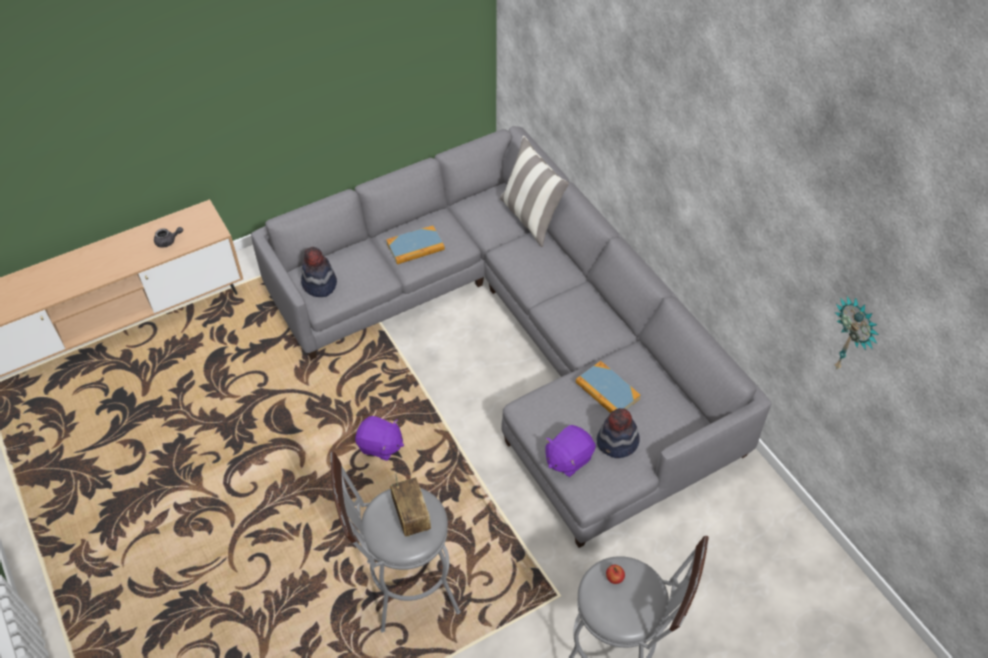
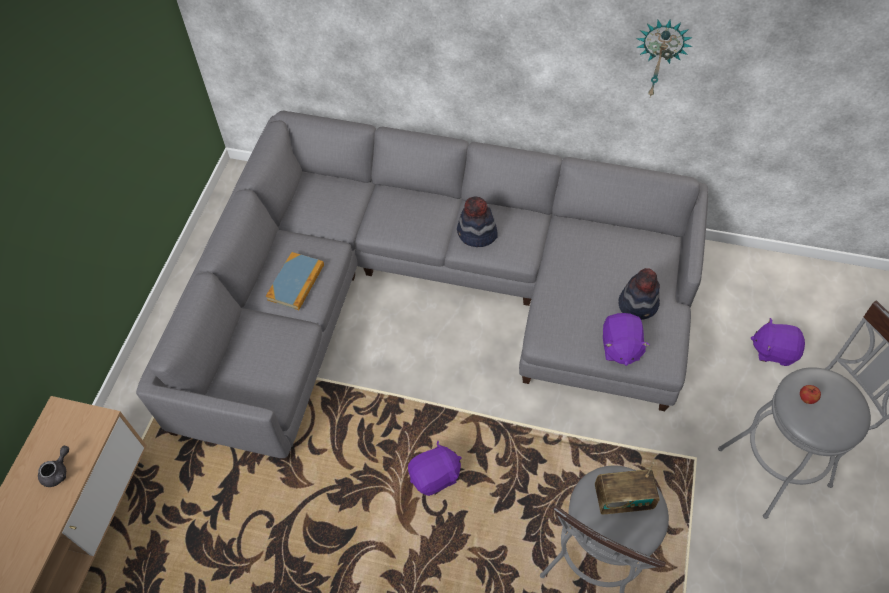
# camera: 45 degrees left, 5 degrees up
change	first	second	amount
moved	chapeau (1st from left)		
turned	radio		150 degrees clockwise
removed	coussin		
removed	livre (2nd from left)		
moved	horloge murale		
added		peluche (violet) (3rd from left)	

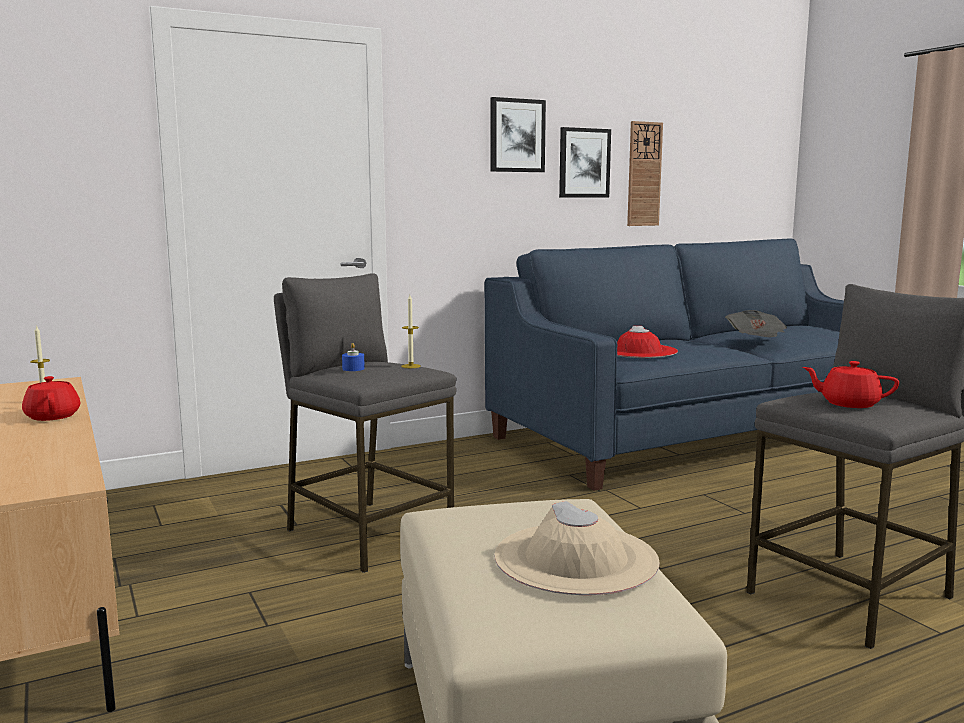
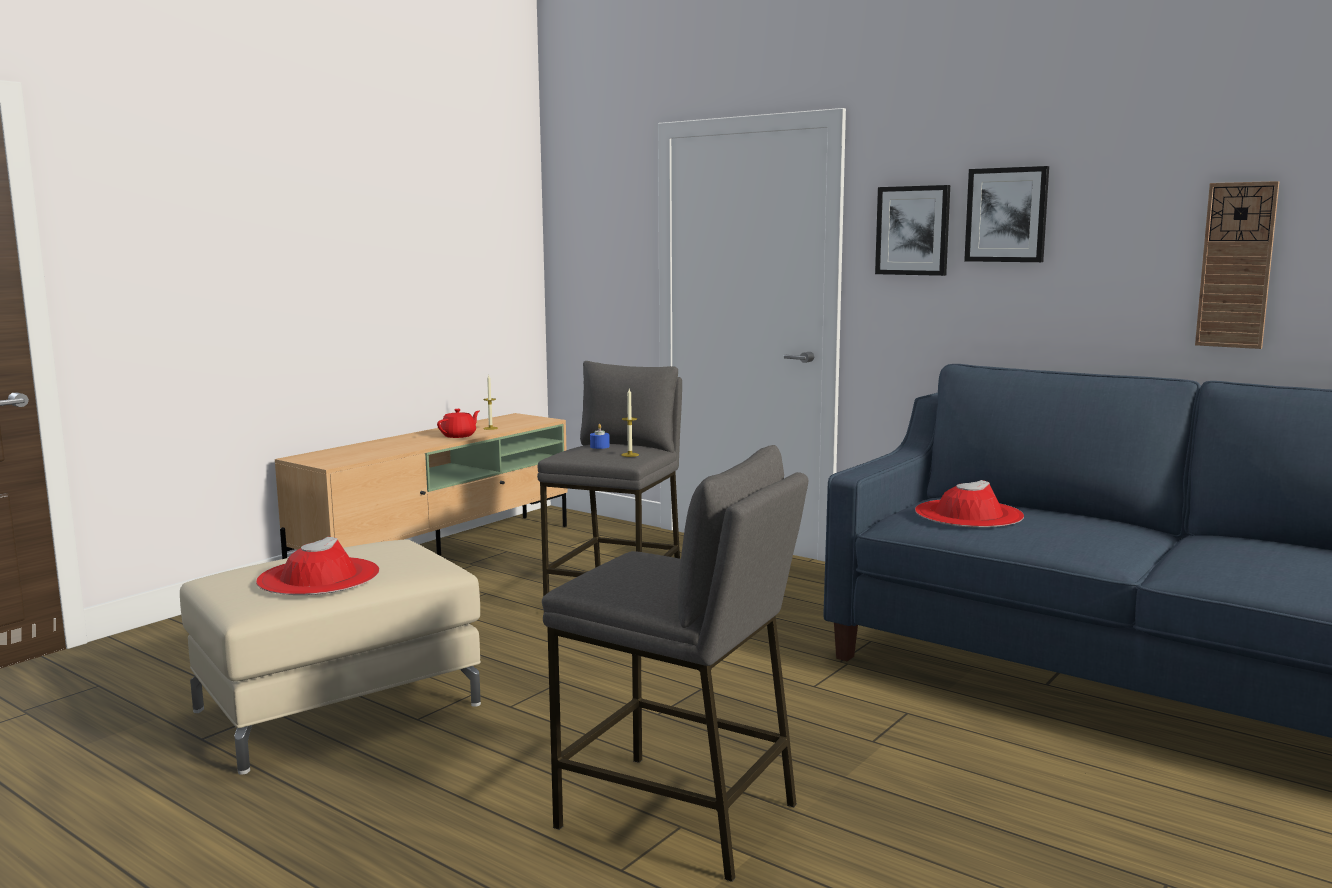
# camera: 65 degrees right, 0 degrees up
change	first	second	amount
recoloured	chapeau (beige)	chapeau (rouge) (1st from left)	
moved	tableau (2nd from left in the first image)	tableau (1st from left)	
removed	journal		
removed	théière (rouge) (2nd from left)		

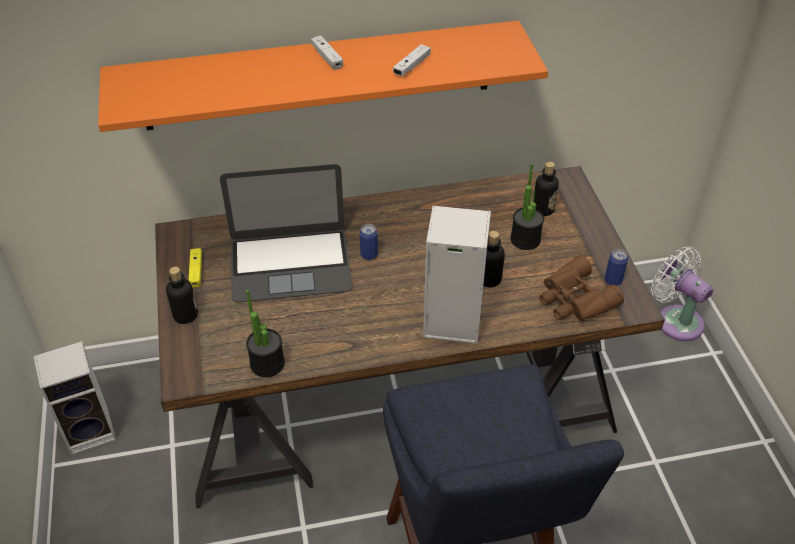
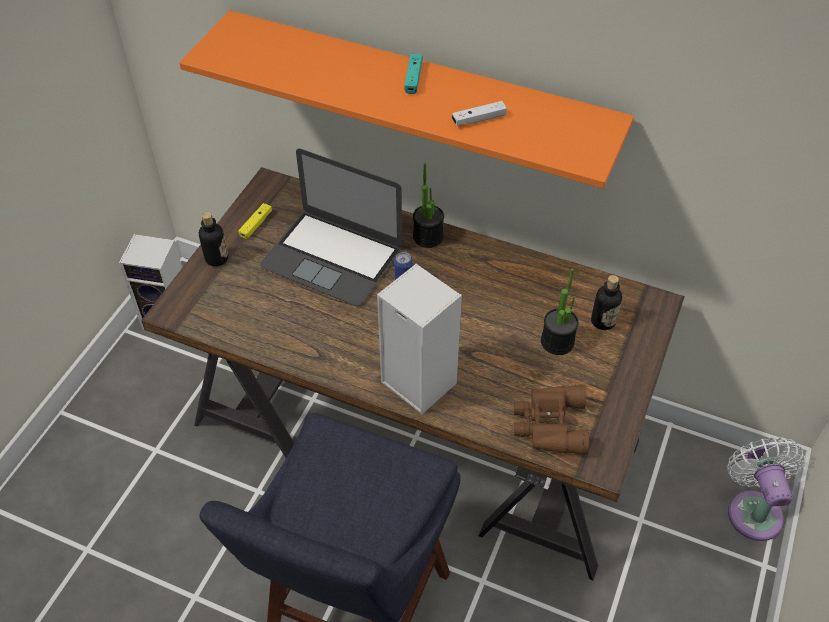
# camera: 35 degrees right, 5 degrees up
change	first	second	amount
moved	plante en pot (1st from left)		
recoloured	manette (blanc) (1st from left)	manette (turquoise)	
removed	bouteille (2nd from left)		
removed	boîte métallique (2nd from left)		

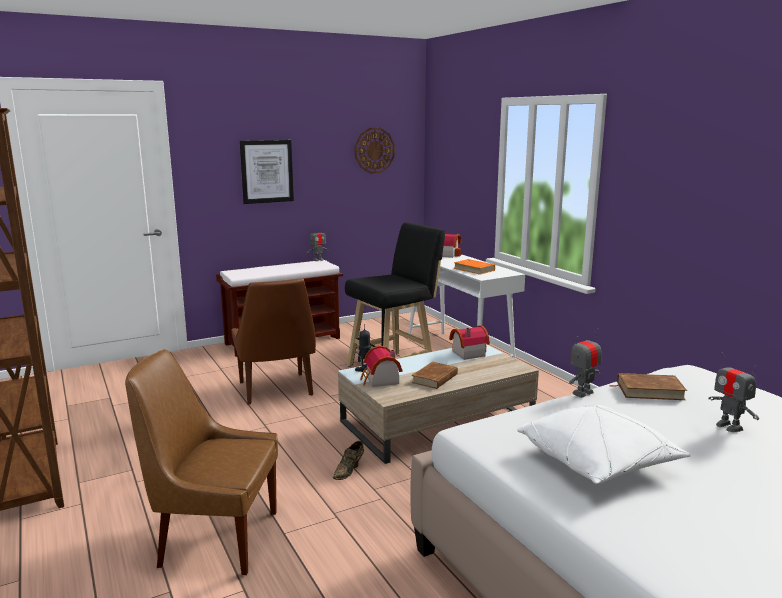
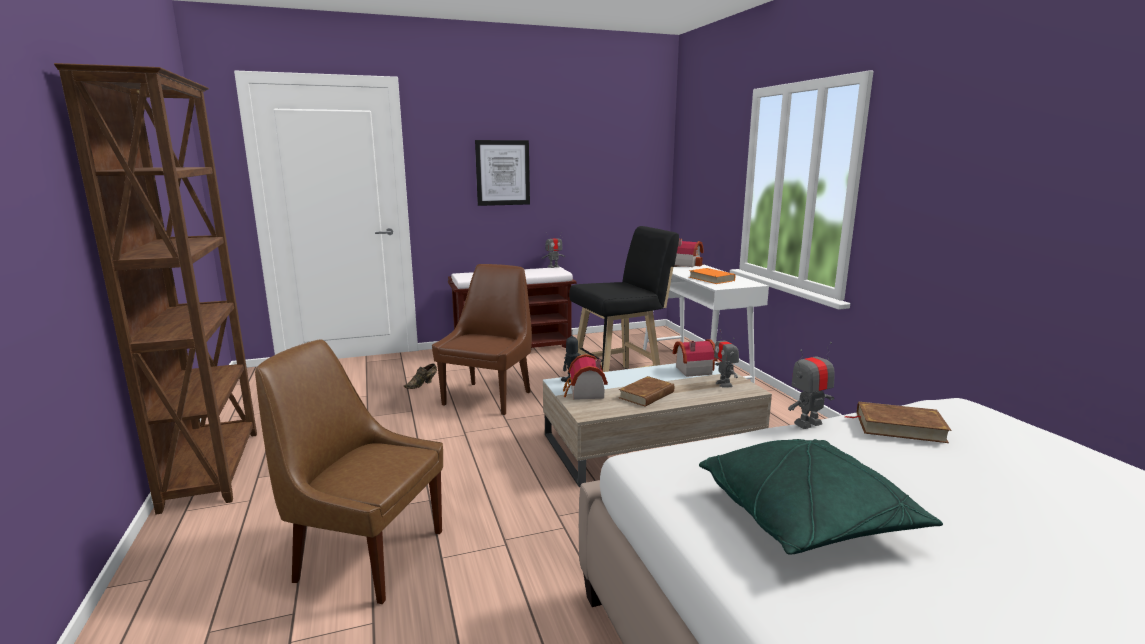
# camera: 10 degrees right, 0 degrees up
change	first	second	amount
turned	chaise (marron) (2nd from left)		150 degrees counterclockwise
moved	chaussure (marron)		
removed	horloge murale		
recoloured	coussin (blanc)	coussin (vert)	
moved	robot jouet (4th from left in the first image)	robot jouet (3rd from left)	

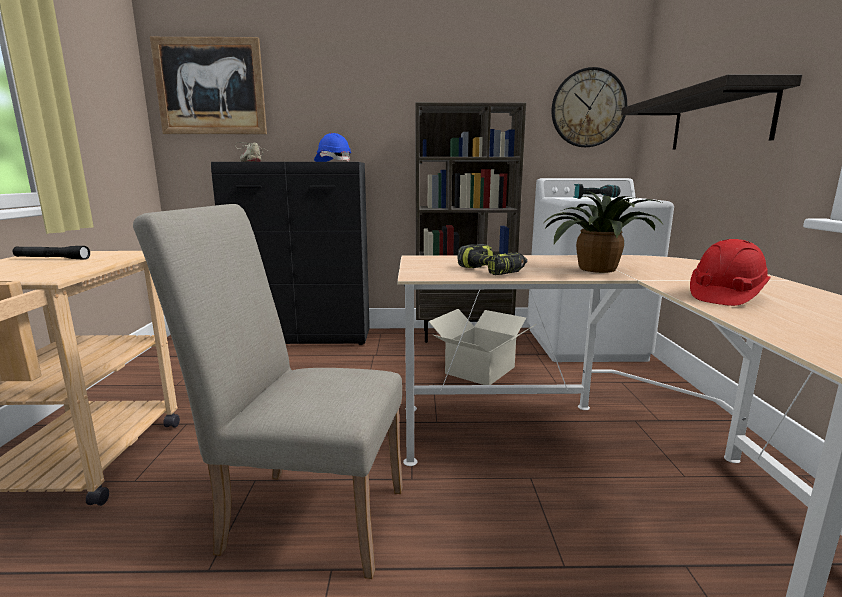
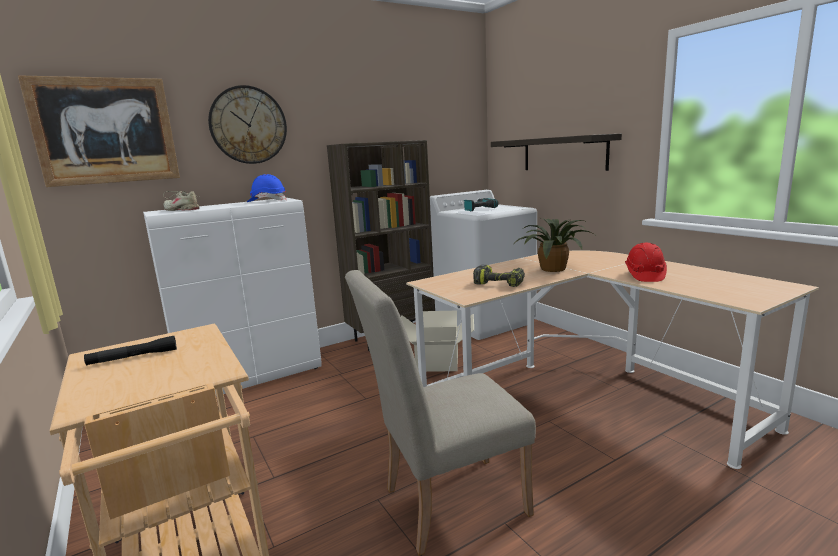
# camera: 30 degrees left, 0 degrees up
change	first	second	amount
recoloured	meuble de rangement (noir)	meuble de rangement (blanc)	
moved	horloge murale		

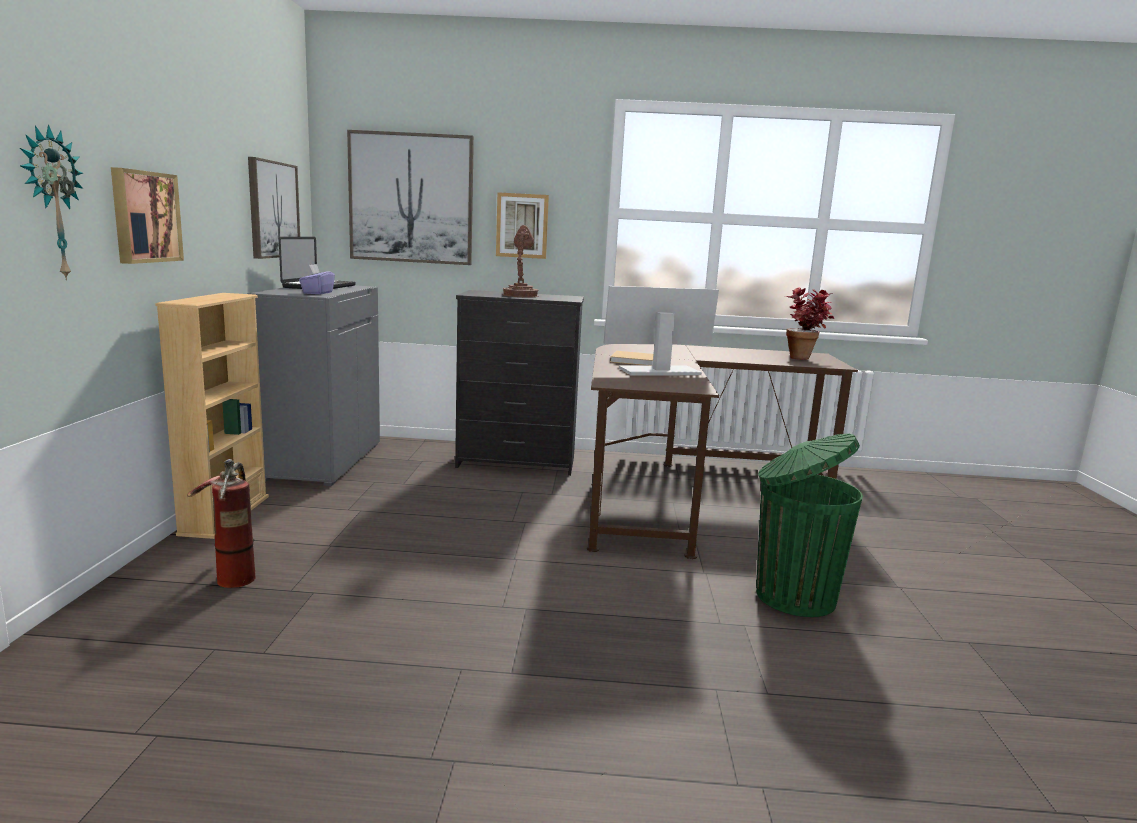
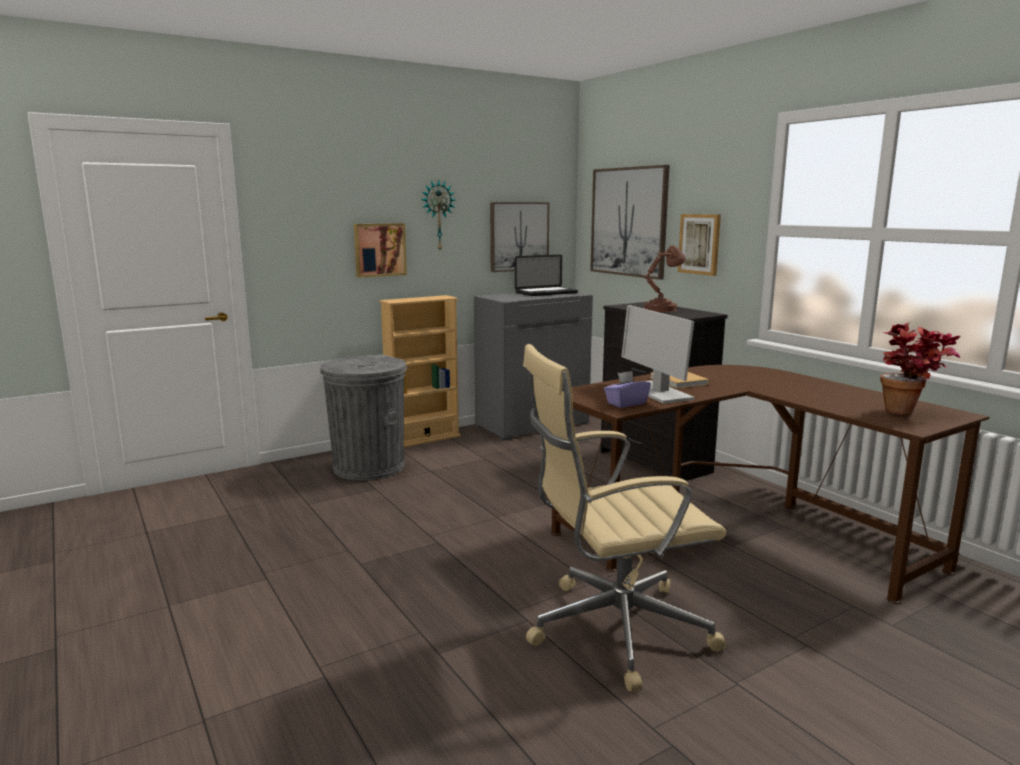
# camera: 55 degrees right, 0 degrees up
change	first	second	amount
moved	horloge murale		
replaced	extincteur	poubelle (gris)	
moved	boîte à mouchoirs (violet)		
turned	écran d'ordinateur		150 degrees counterclockwise
replaced	poubelle (vert)	chaise de bureau (beige)	

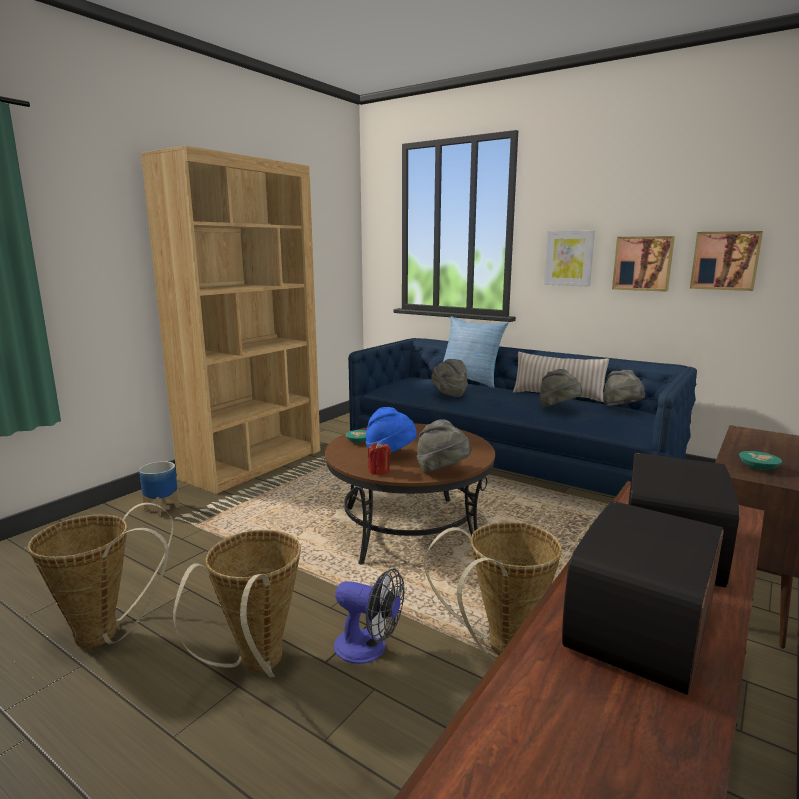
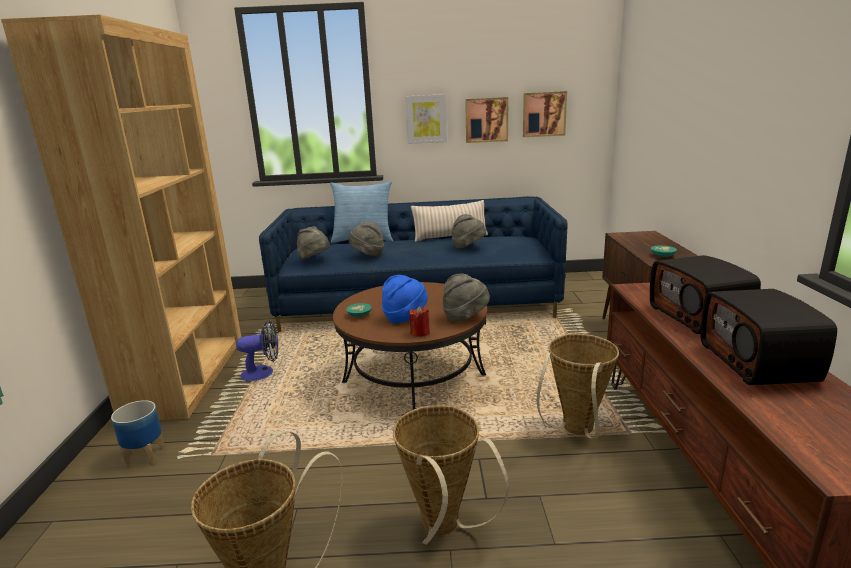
# camera: 35 degrees left, 5 degrees up
change	first	second	amount
moved	ventilateur		
moved	chapeau (gris) (4th from left in the first image)	chapeau (gris) (1st from left)	

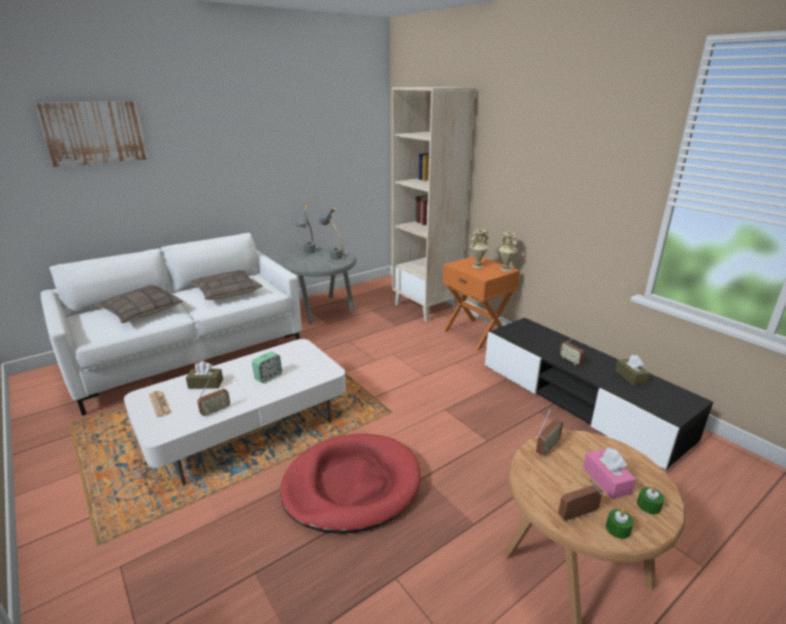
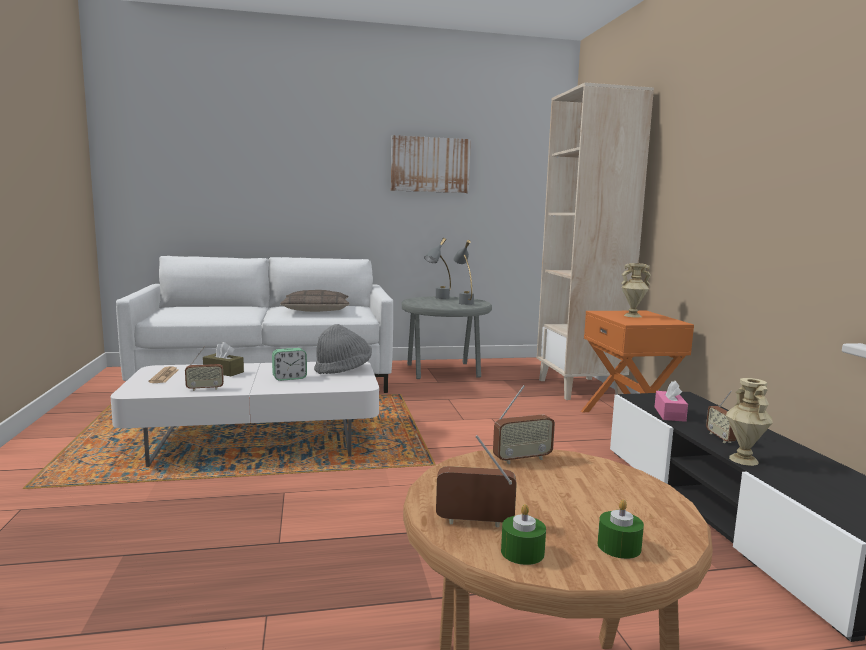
# camera: 25 degrees right, 15 degrees down
change	first	second	amount
moved	tableau		
removed	coussin (1st from left)		
removed	panier pour chien (rouge)		
moved	vase (beige) (2nd from left)		
moved	boîte à mouchoirs (rose)		
removed	boîte à mouchoirs (marron) (2nd from left)		
added		chapeau (gris)	

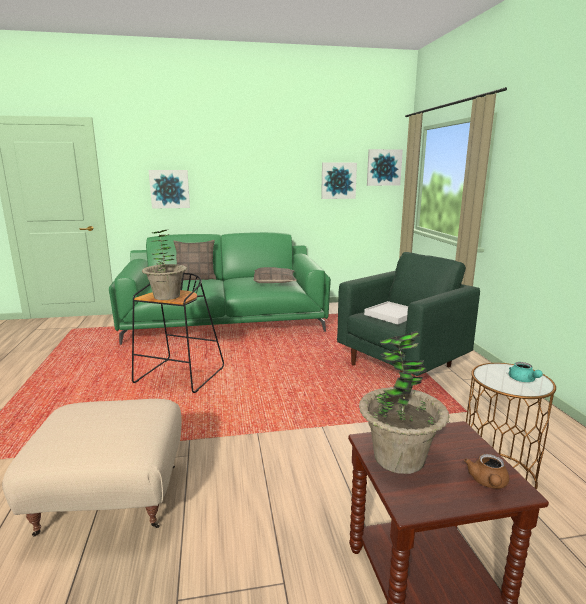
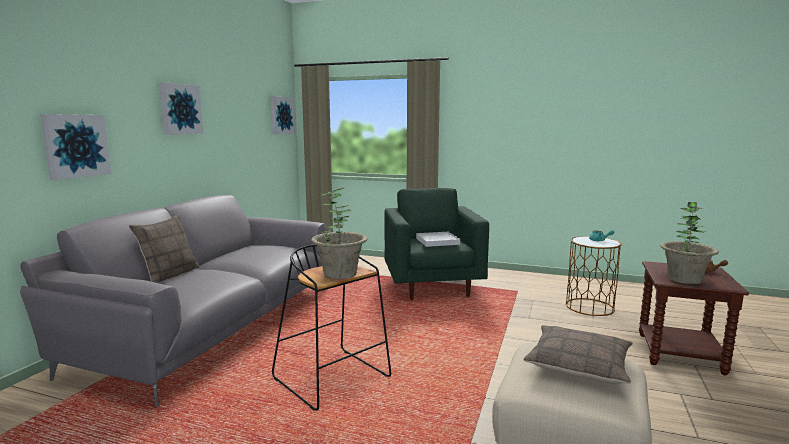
# camera: 60 degrees left, 5 degrees down
change	first	second	amount
recoloured	canapé (vert)	canapé (gris)	
moved	coussin (2nd from left)		
moved	tableau (2nd from left)		

